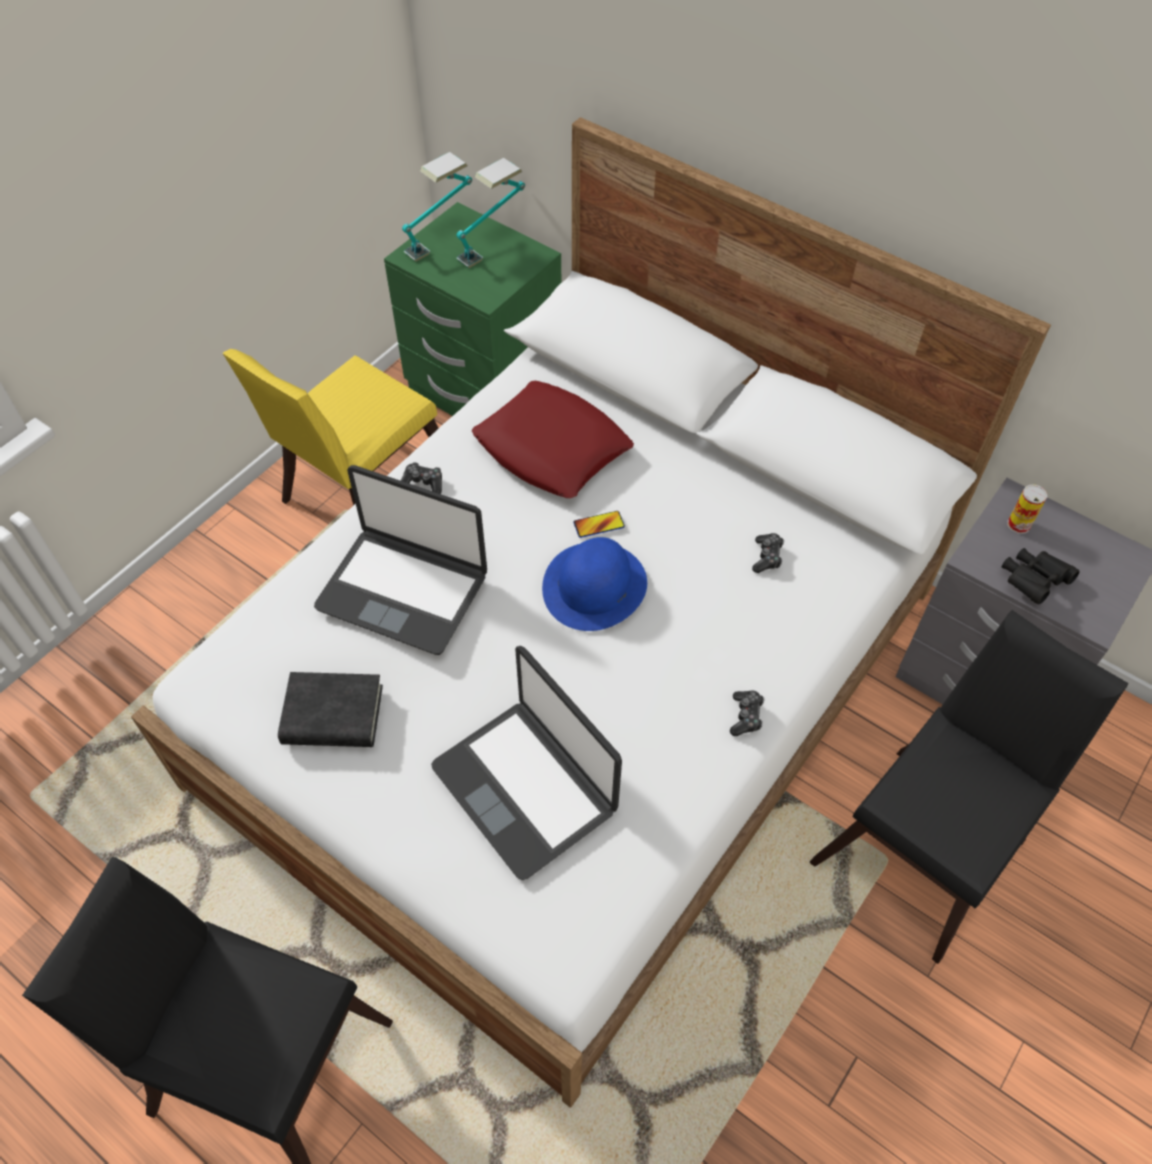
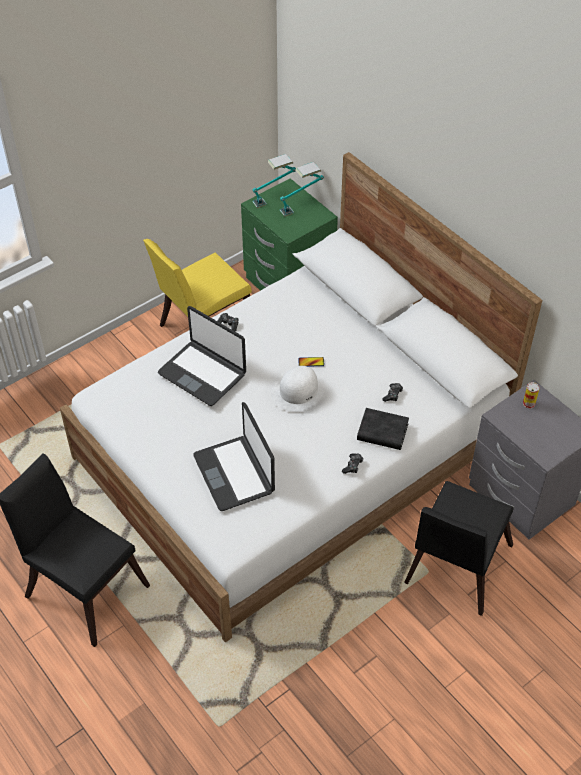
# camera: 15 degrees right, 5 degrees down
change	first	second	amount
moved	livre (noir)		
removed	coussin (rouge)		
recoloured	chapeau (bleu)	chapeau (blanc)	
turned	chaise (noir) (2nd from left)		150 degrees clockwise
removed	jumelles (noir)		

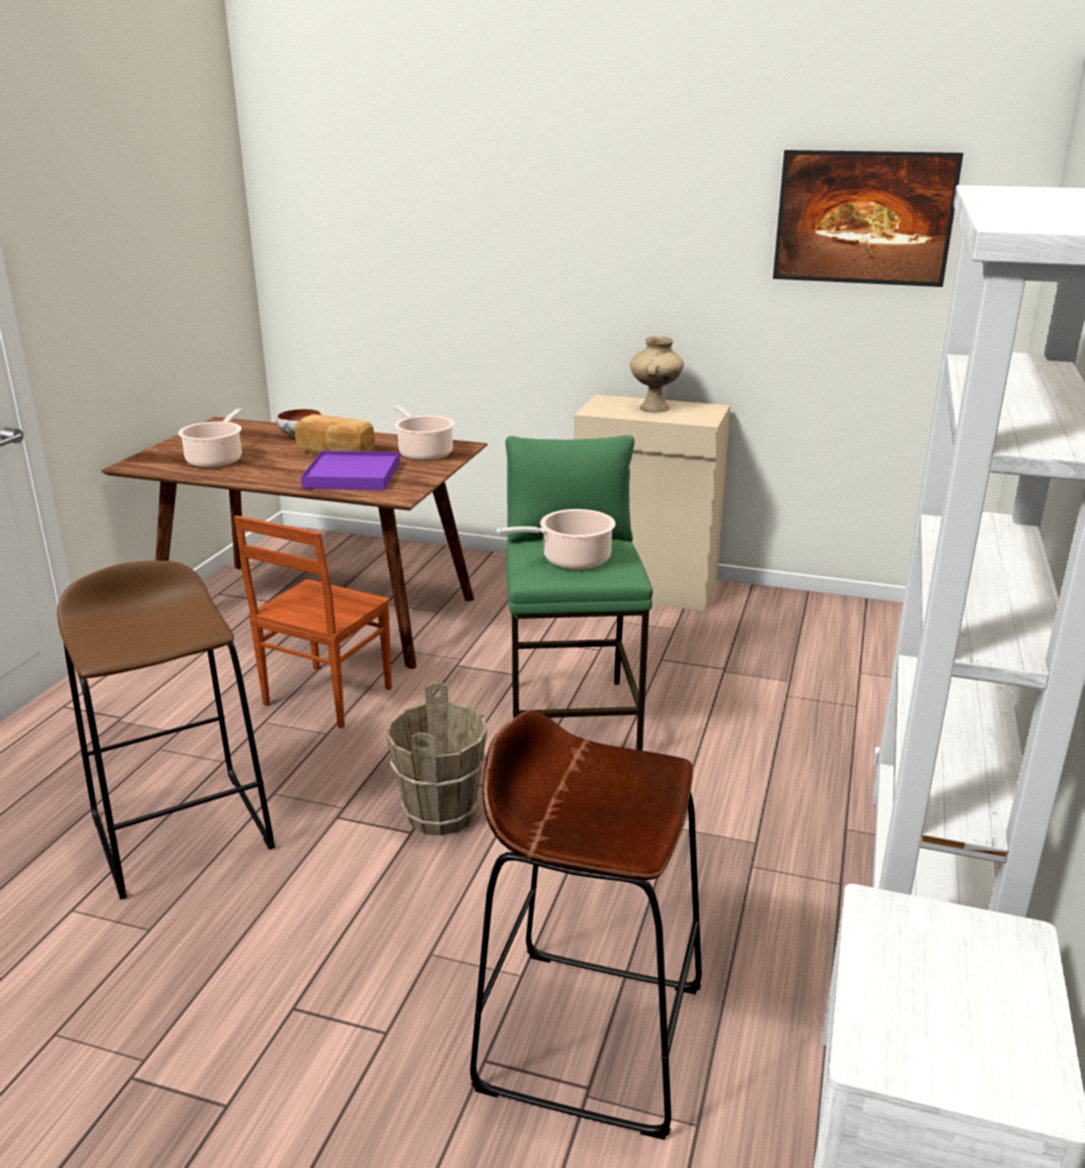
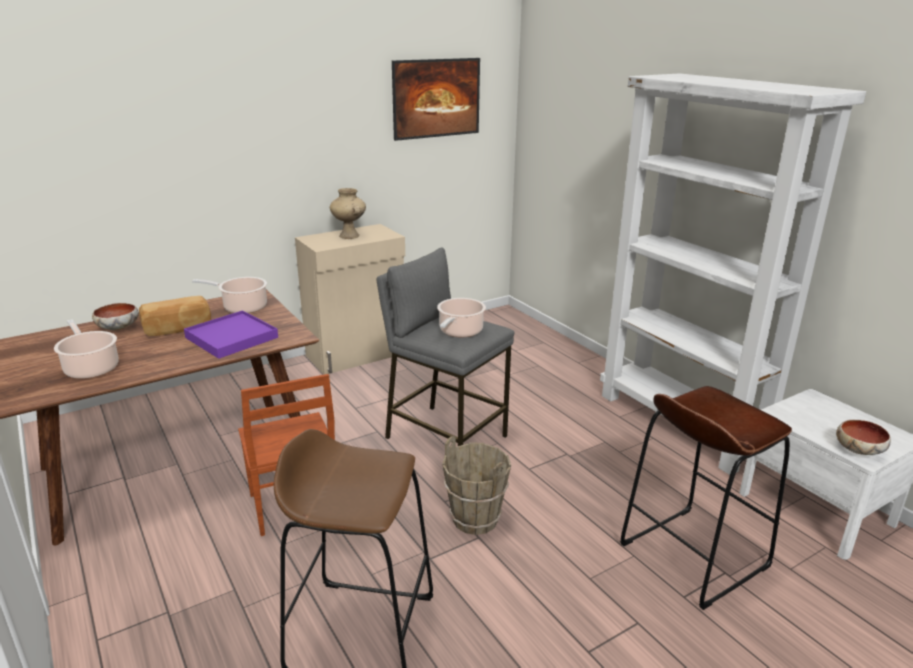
# camera: 50 degrees left, 0 degrees up
change	first	second	amount
recoloured	tabouret (vert)	tabouret (gris)	
added		bol (2nd from left)	

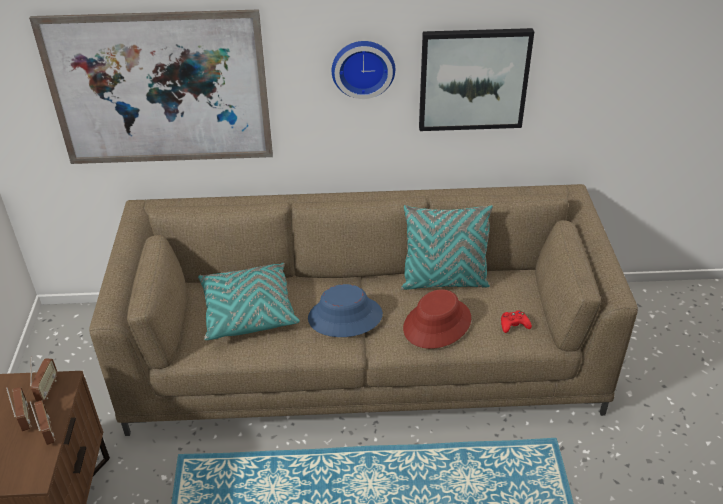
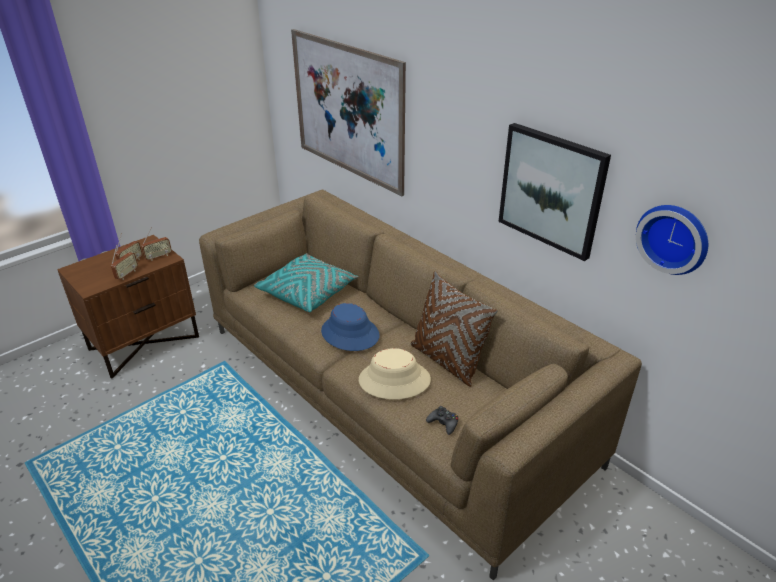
# camera: 50 degrees right, 5 degrees down
change	first	second	amount
moved	horloge murale		
recoloured	coussin (turquoise) (2nd from left)	coussin (marron)	
recoloured	chapeau (rouge)	chapeau (beige)	
recoloured	manette (rouge)	manette (noir)	

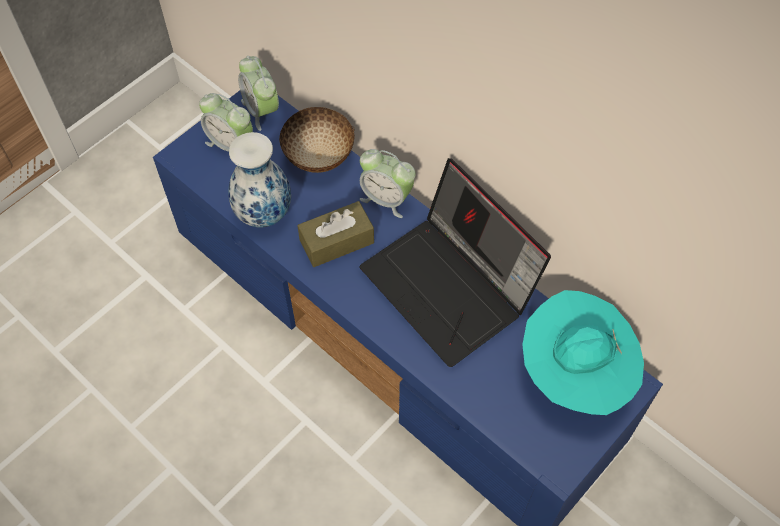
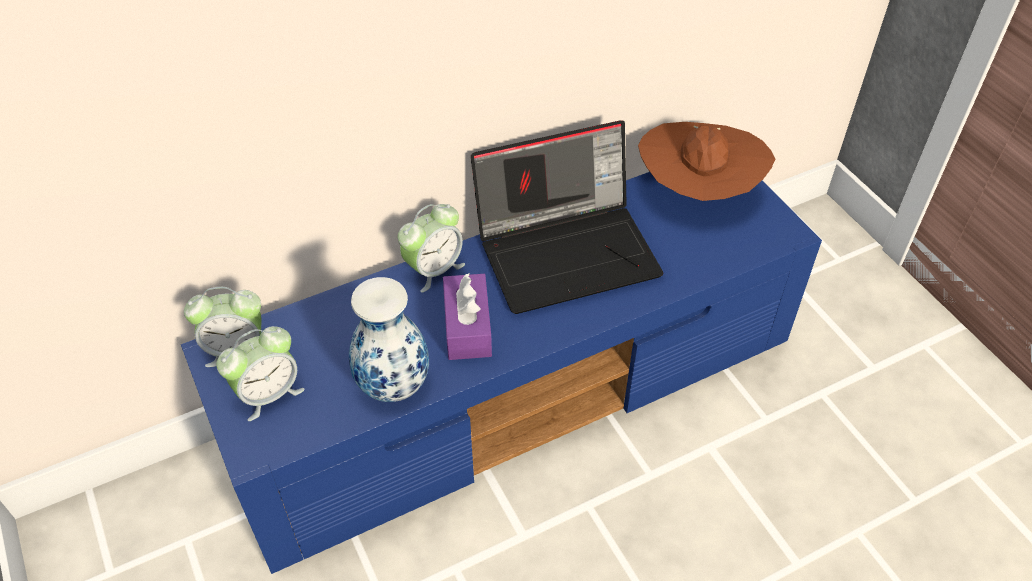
# camera: 70 degrees left, 10 degrees down
change	first	second	amount
removed	bol		
recoloured	boîte à mouchoirs (marron)	boîte à mouchoirs (violet)	
recoloured	chapeau (turquoise)	chapeau (marron)	

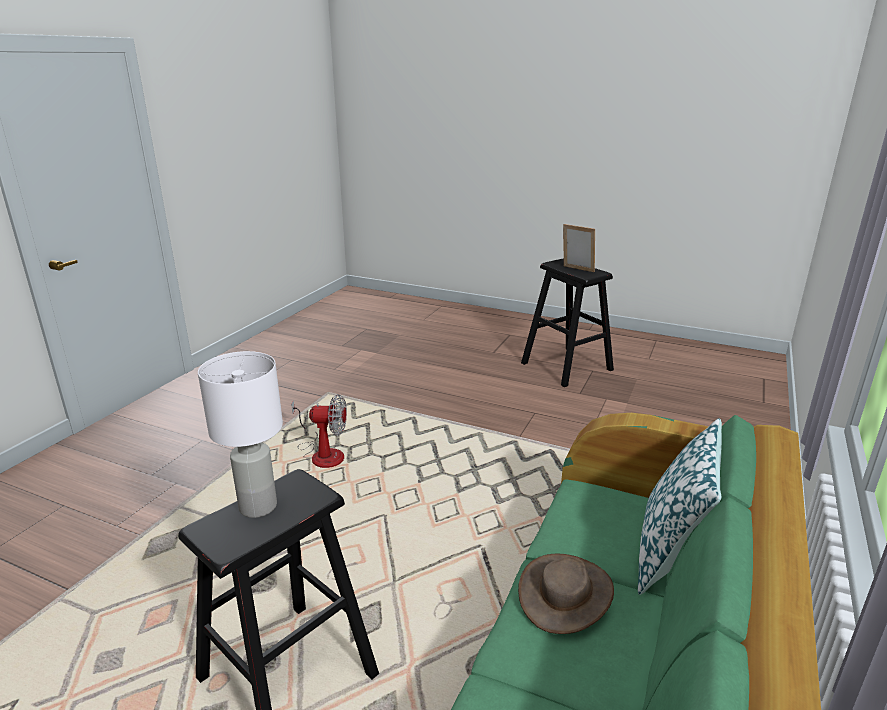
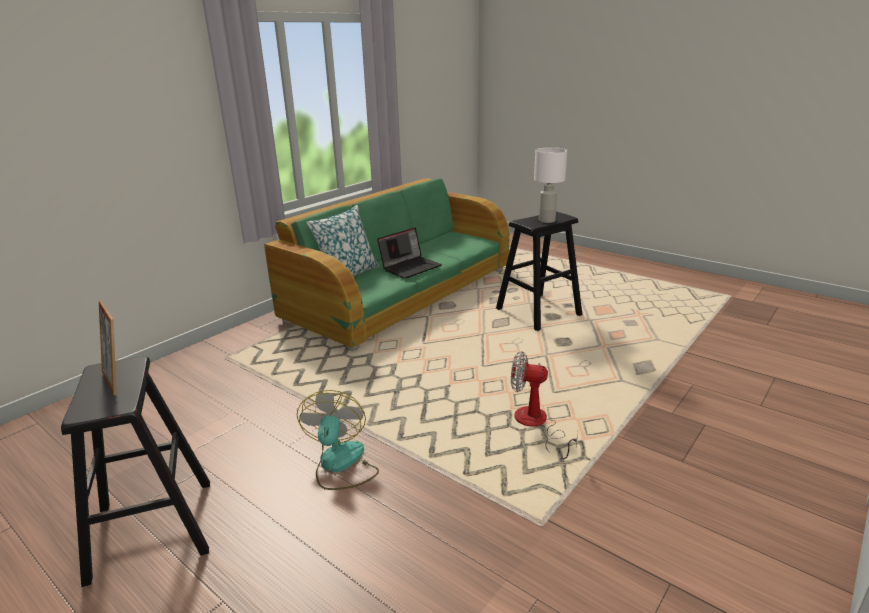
# camera: 165 degrees left, 0 degrees up
change	first	second	amount
replaced	chapeau (marron)	ordinateur portable	
added		ventilateur (1st from left)	

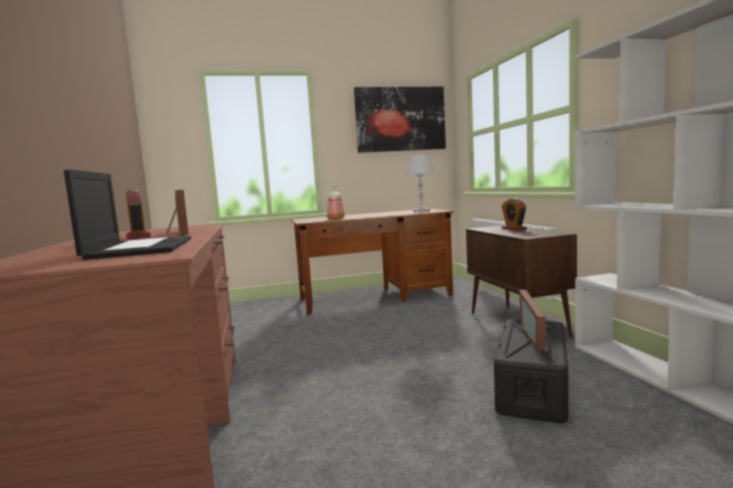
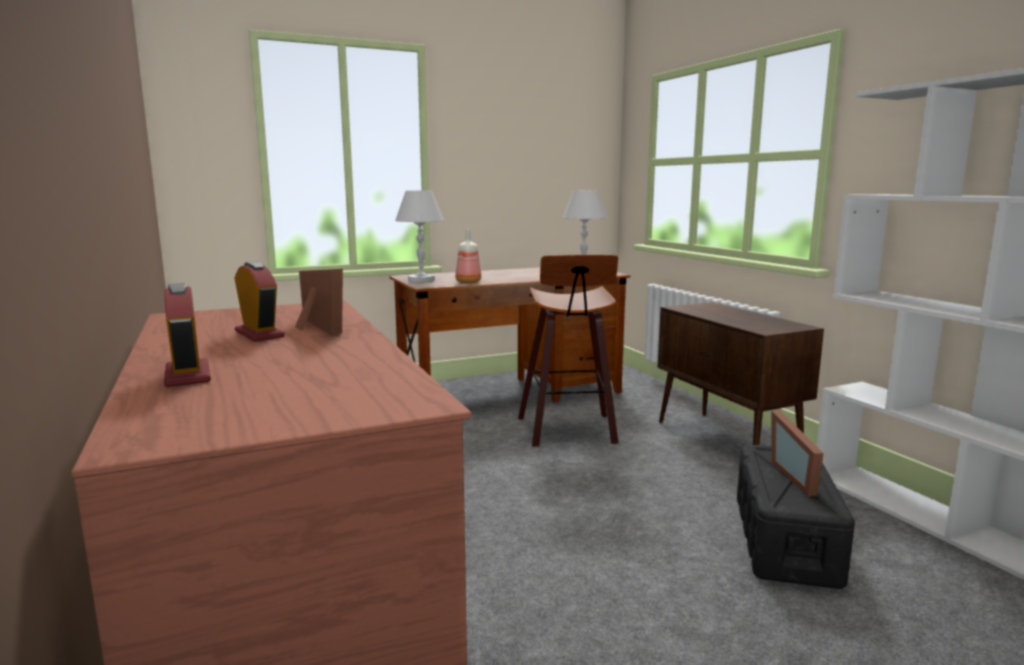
# camera: 10 degrees left, 5 degrees up
change	first	second	amount
removed	ordinateur portable		
removed	tableau		
moved	réveil (2nd from left in the first image)	réveil (1st from left)	
added		lampe de table (blanc) (1st from left)	
added		tabouret	

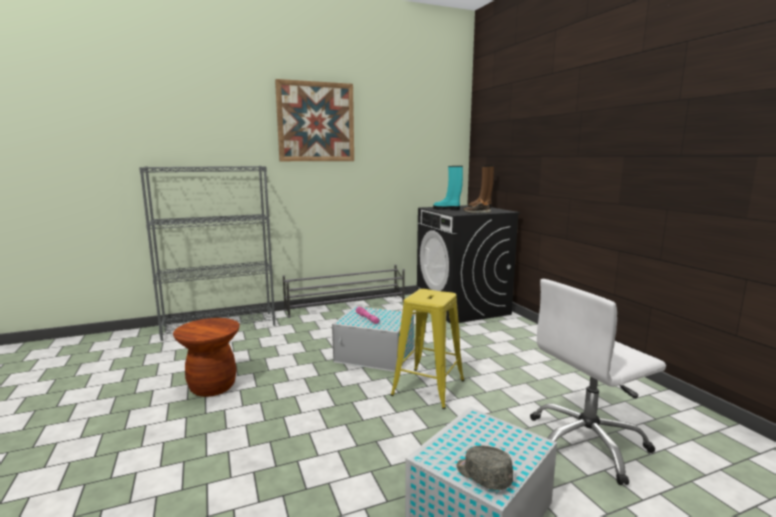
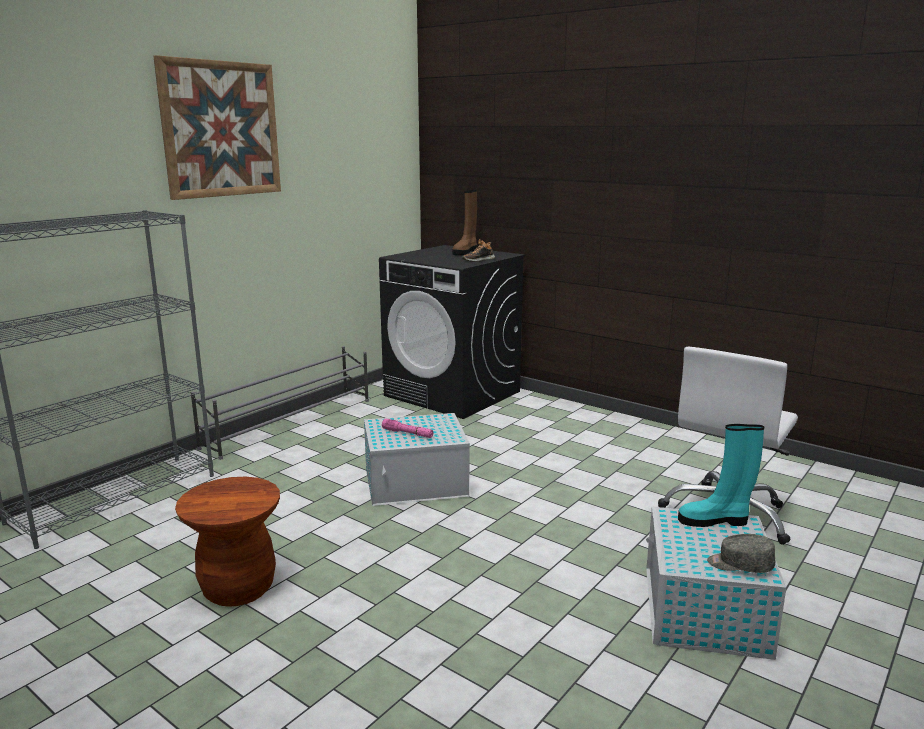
# camera: 30 degrees left, 5 degrees up
change	first	second	amount
removed	tabouret (jaune)		
moved	botte (turquoise)		

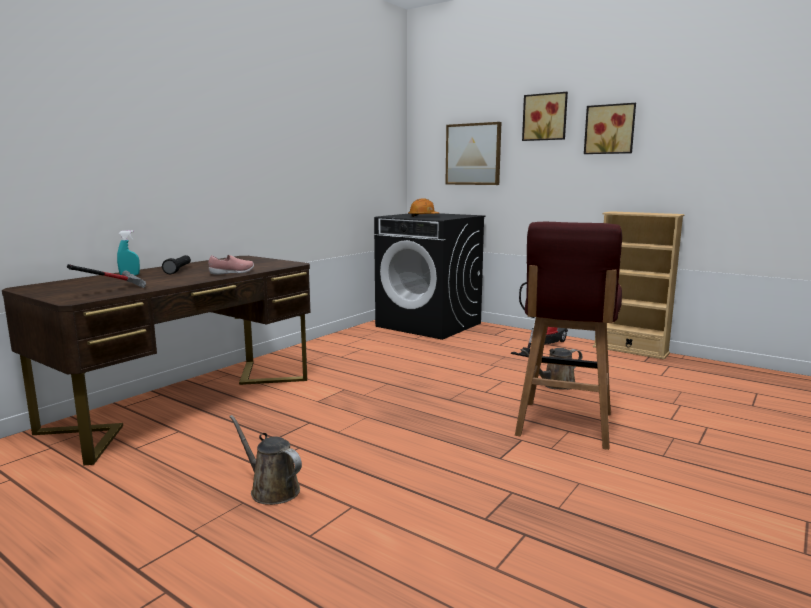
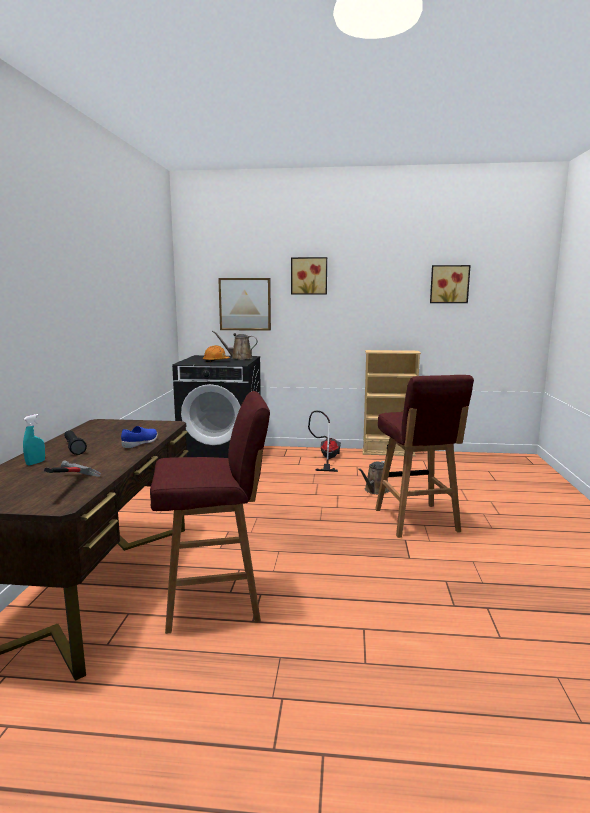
# camera: 30 degrees left, 0 degrees up
change	first	second	amount
recoloured	chaussure (rose)	chaussure (bleu)	
moved	arrosoir (marron) (1st from left)		
moved	tableau (3rd from left)		
added		tabouret (rouge) (1st from left)	

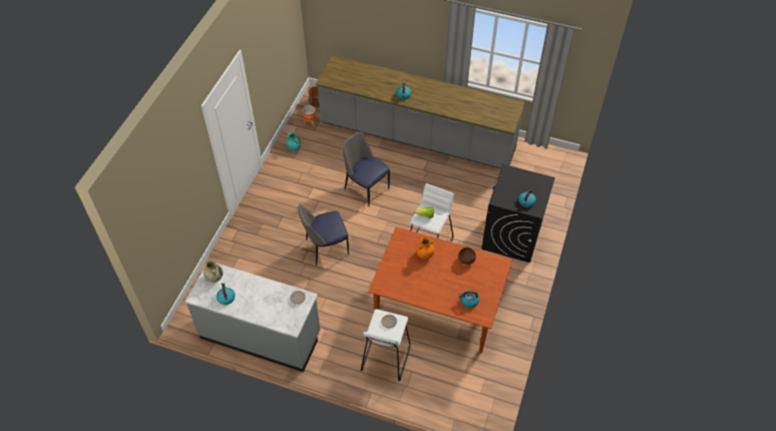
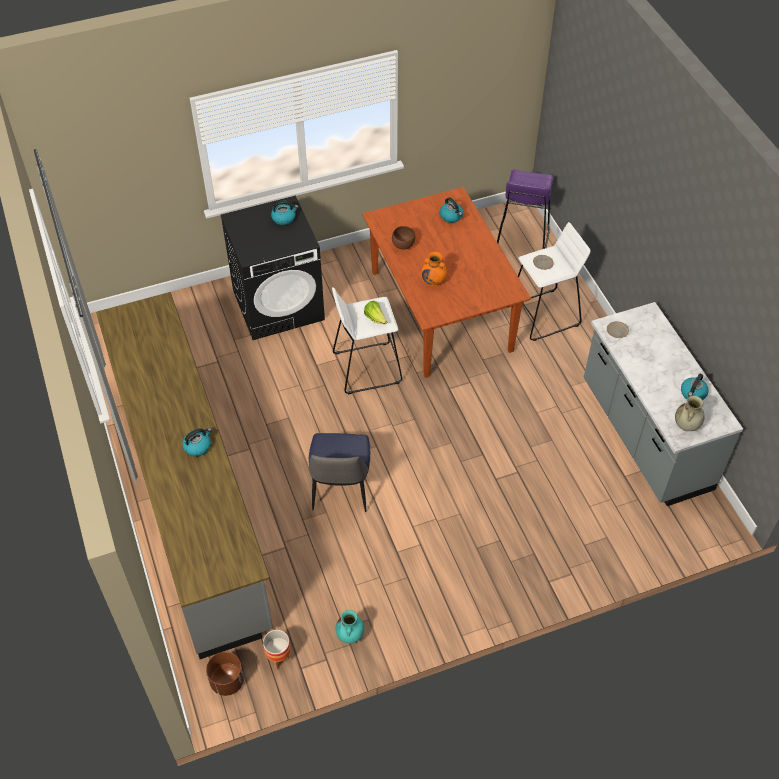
# camera: 130 degrees left, 0 degrees up
change	first	second	amount
removed	chaise (1st from left)		
added		tabouret (violet)	

